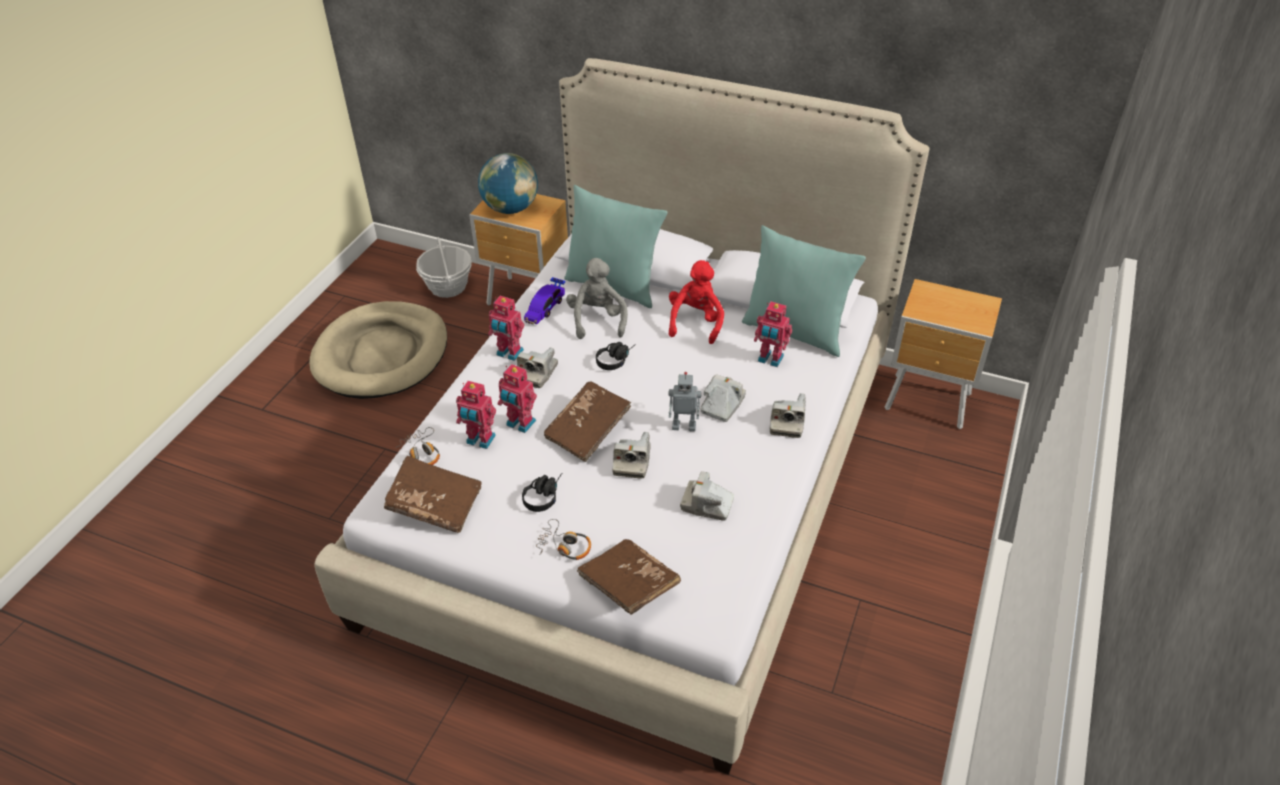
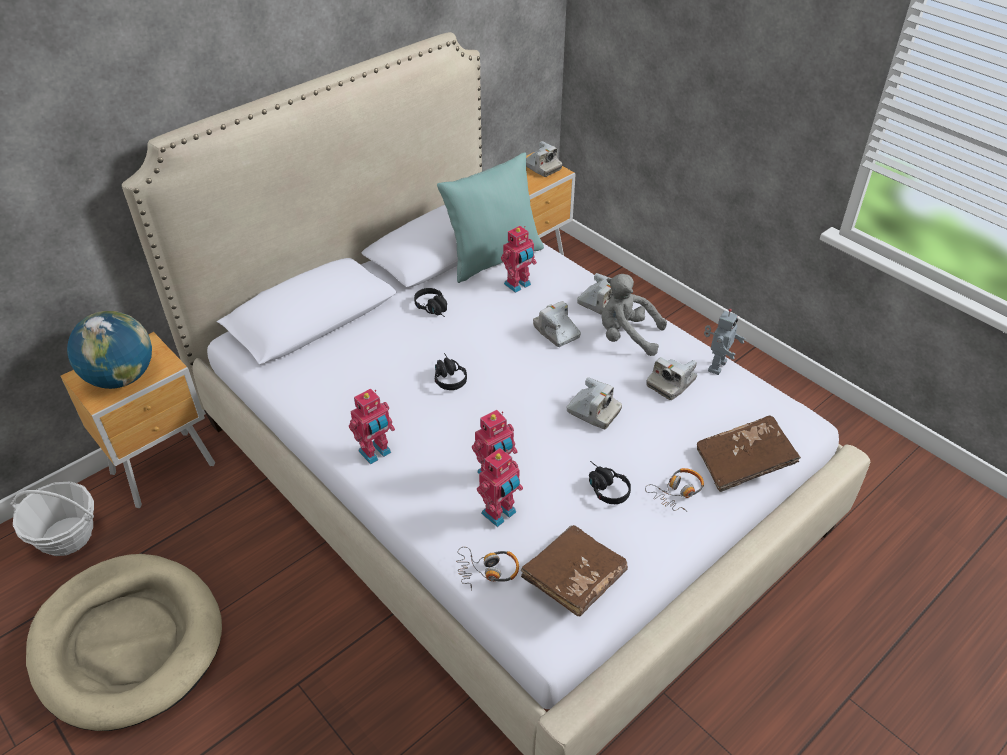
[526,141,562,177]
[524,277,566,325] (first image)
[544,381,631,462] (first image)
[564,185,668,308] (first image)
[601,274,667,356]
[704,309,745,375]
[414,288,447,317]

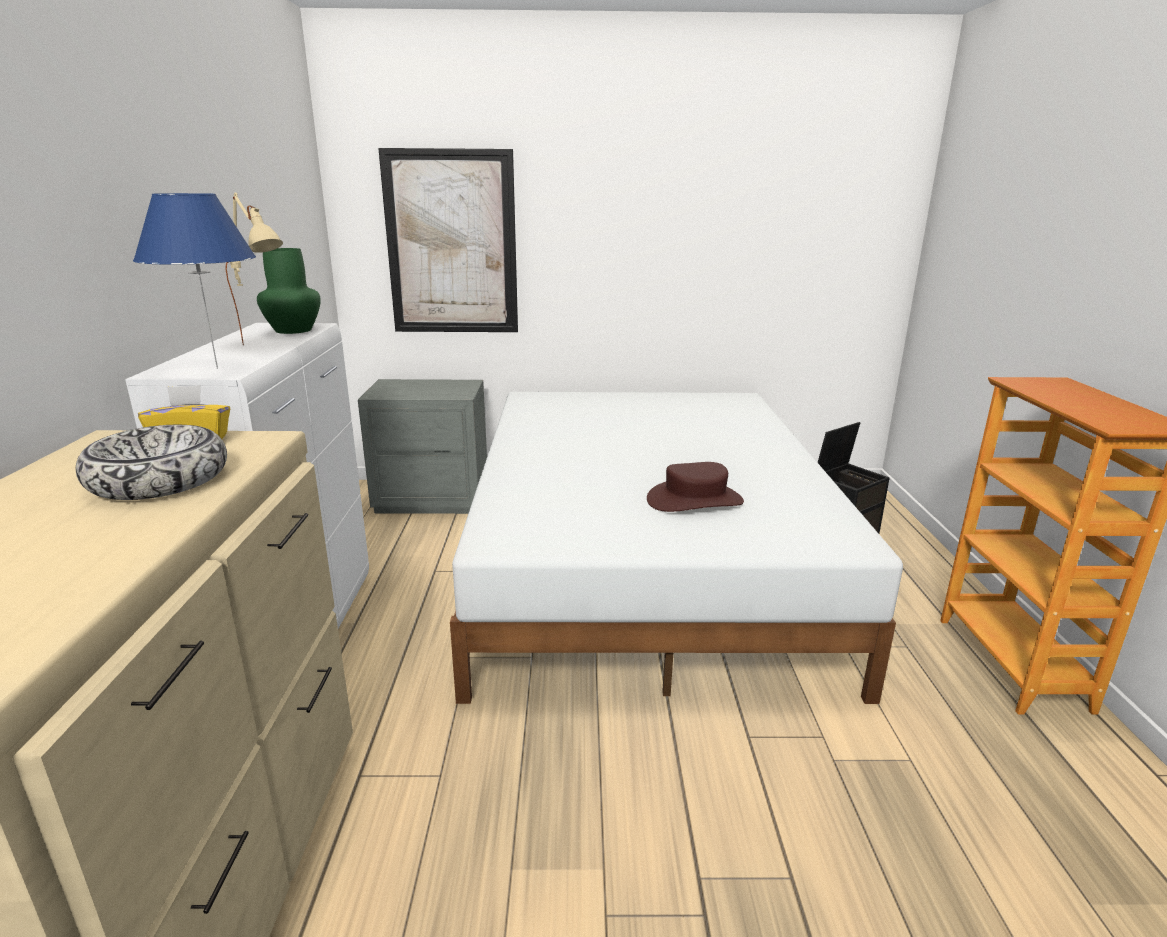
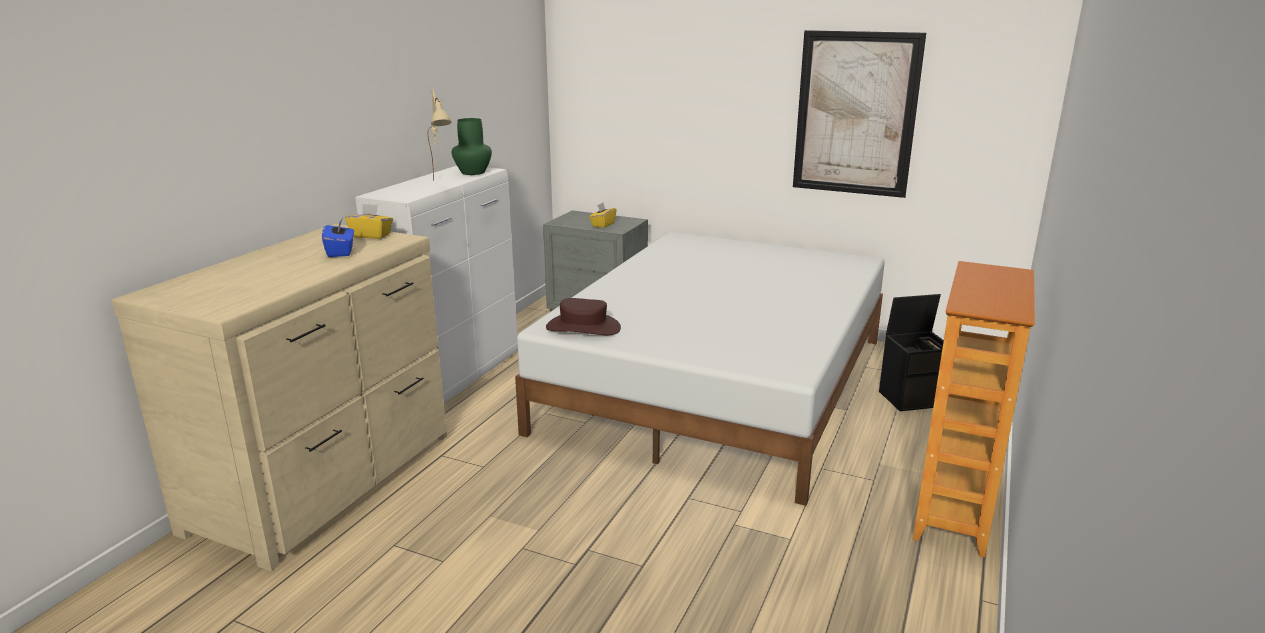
[322,219,354,257]
[133,193,256,369] (first image)
[793,30,926,198]
[546,298,621,335]
[589,202,617,228]

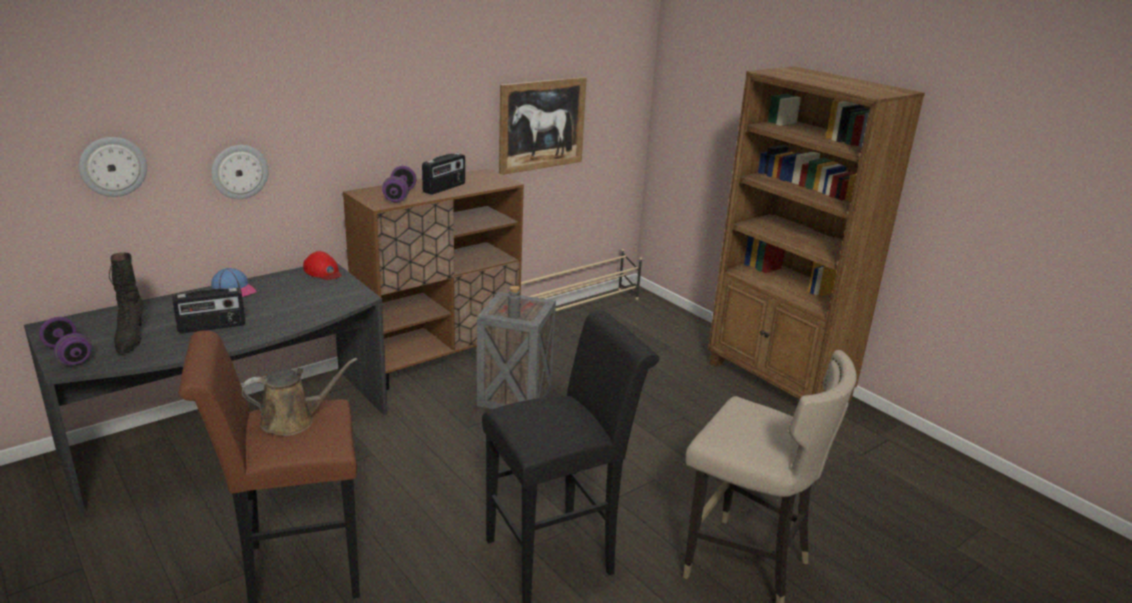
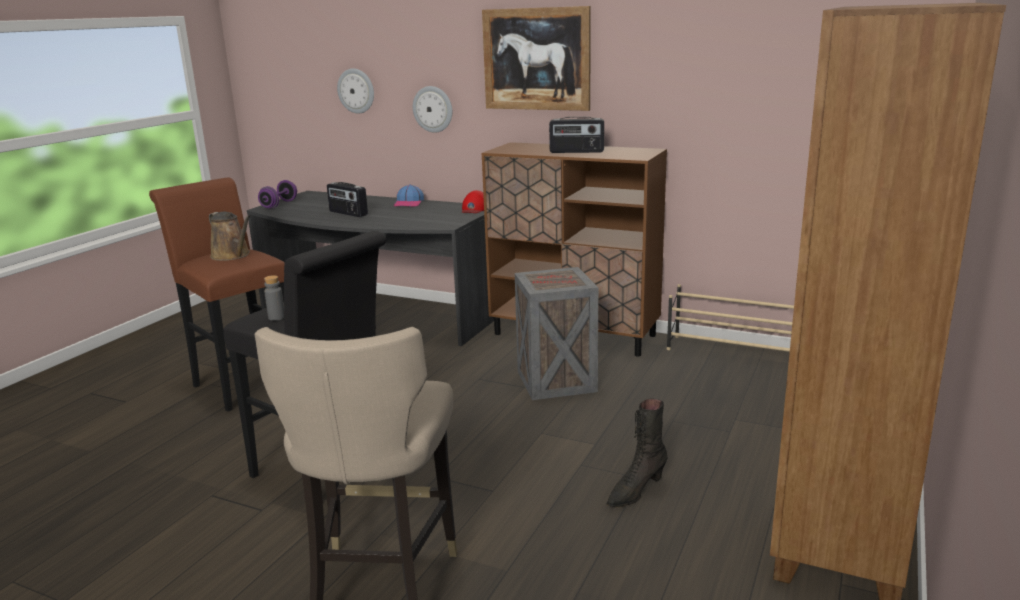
[606,398,667,507]
[382,166,416,202] (first image)
[482,6,591,111]
[264,275,284,321]

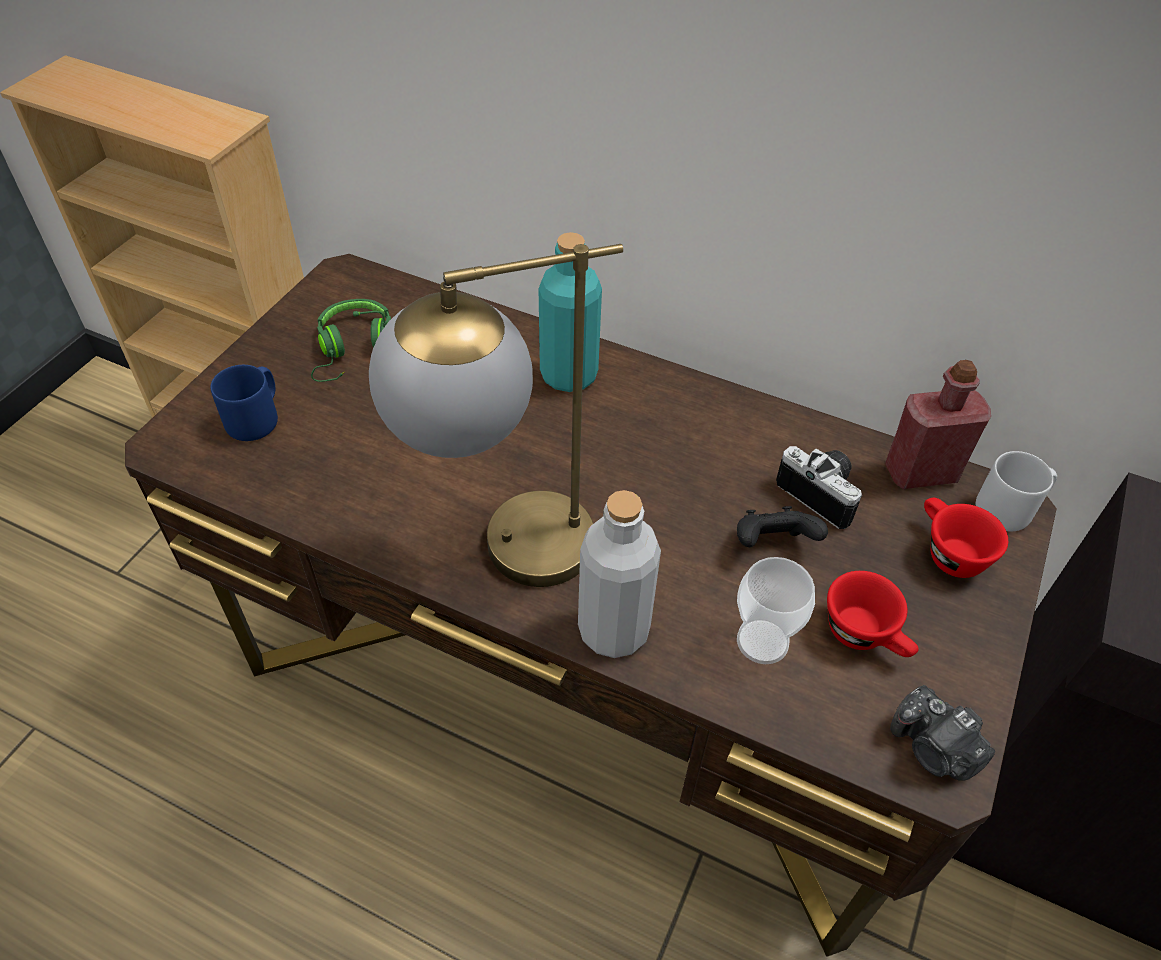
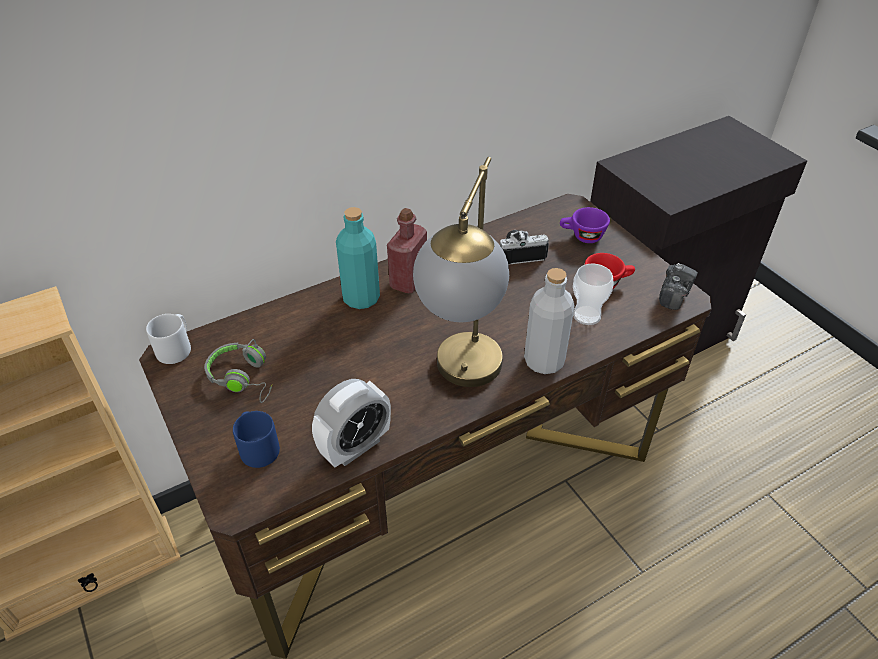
[204,339,272,403]
[737,506,828,547] (first image)
[387,208,427,293]
[659,263,698,310]
[560,207,610,243]
[146,314,191,364]
[312,379,391,468]

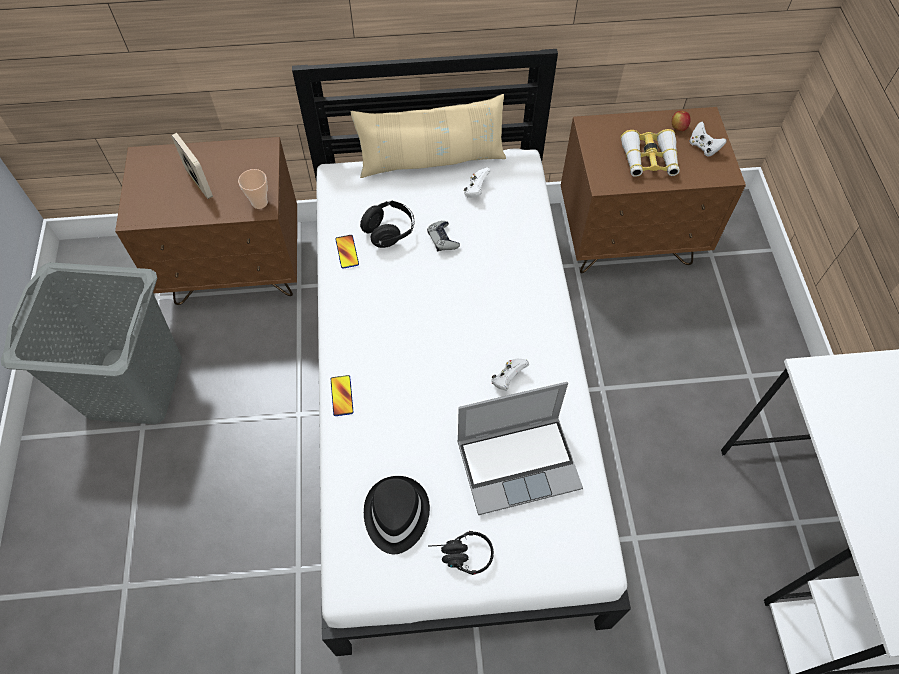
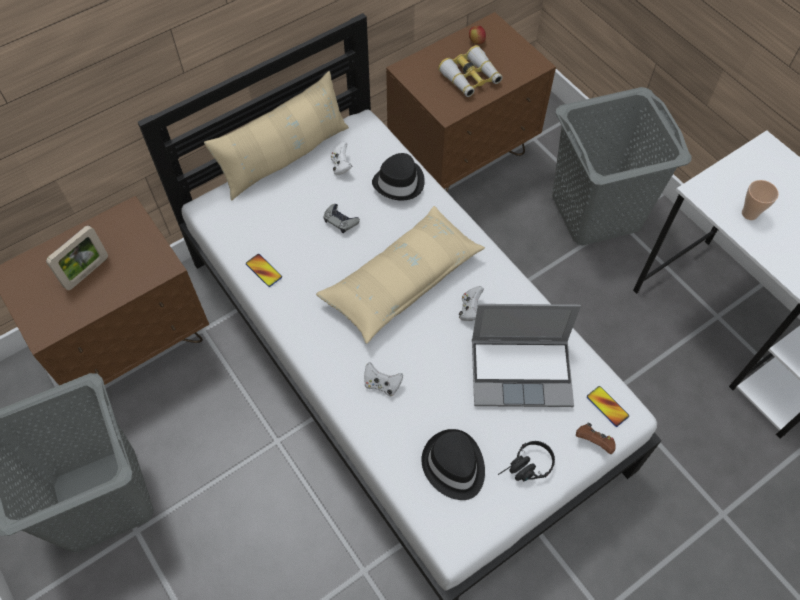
[46,225,108,290]
[742,180,779,220]
[587,386,629,427]
[360,201,414,248] (first image)
[472,304,581,407]
[364,362,403,396]
[316,206,485,344]
[372,153,425,201]
[552,87,691,245]
[576,423,616,454]

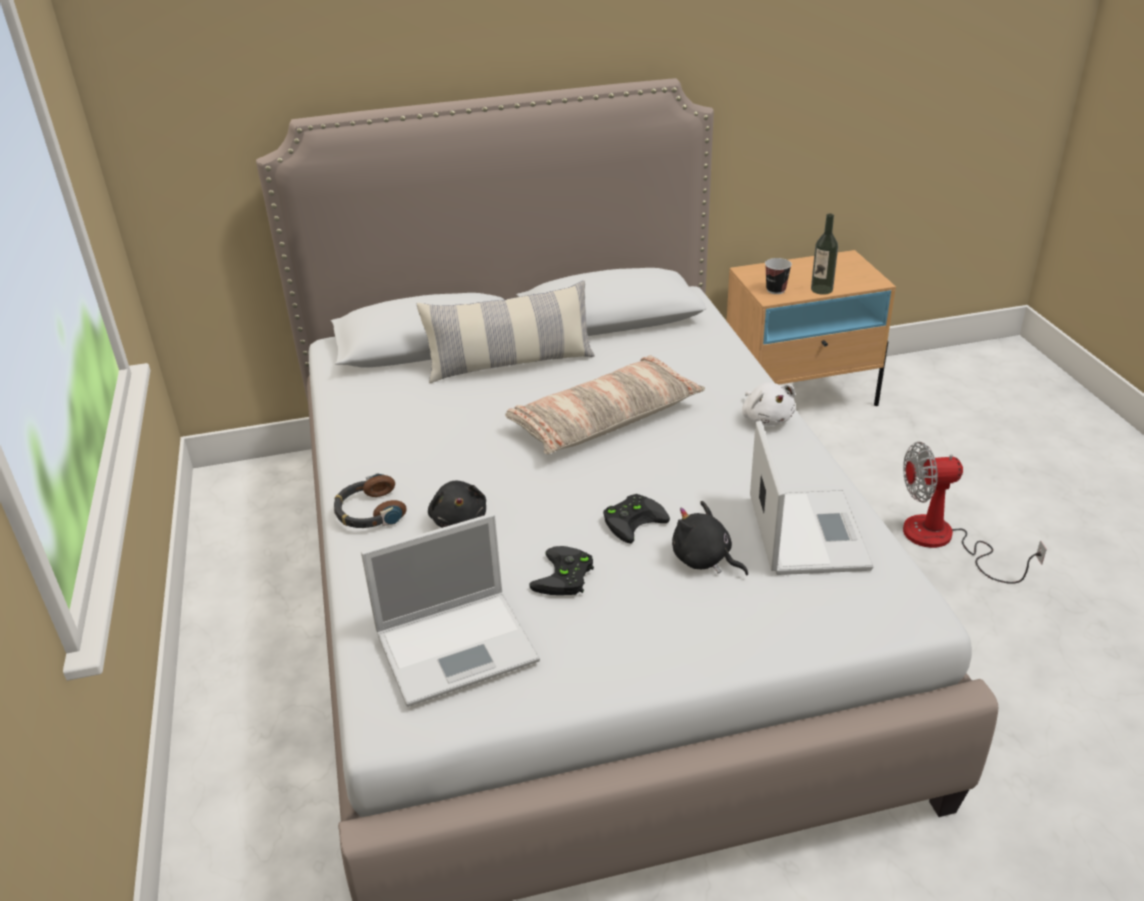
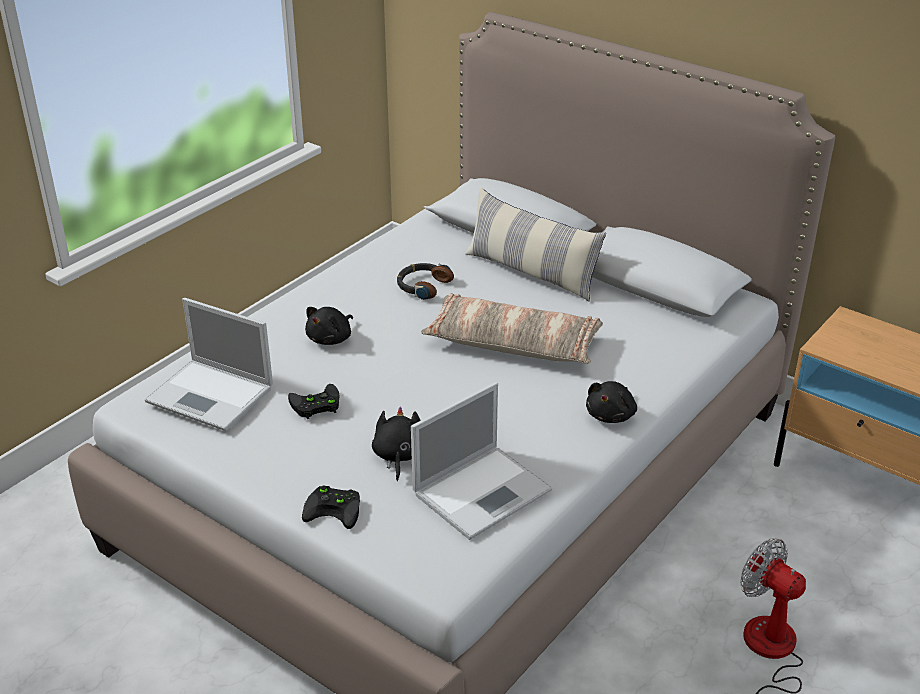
[397,263,454,300]
[302,485,360,529]
[586,381,637,423]
[765,258,792,294] (first image)
[811,213,838,295] (first image)

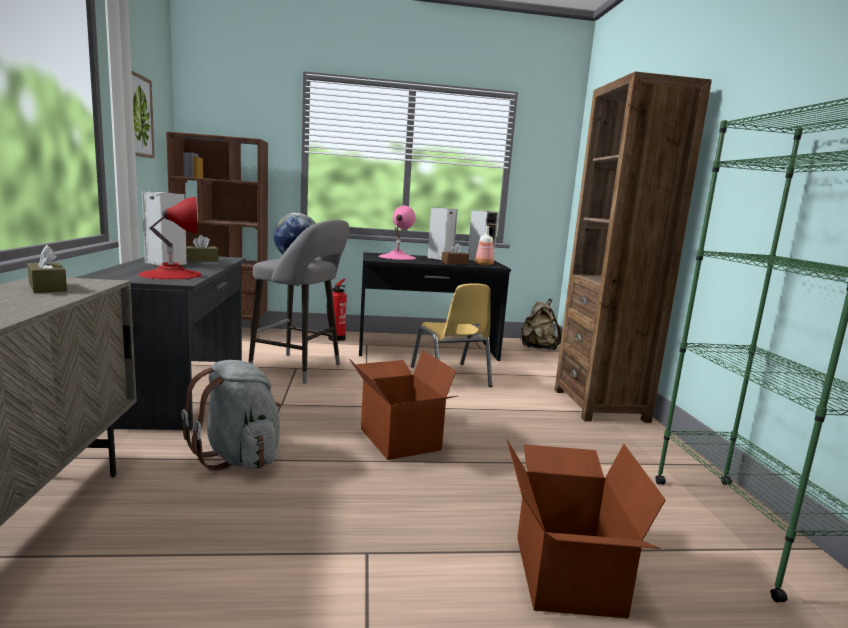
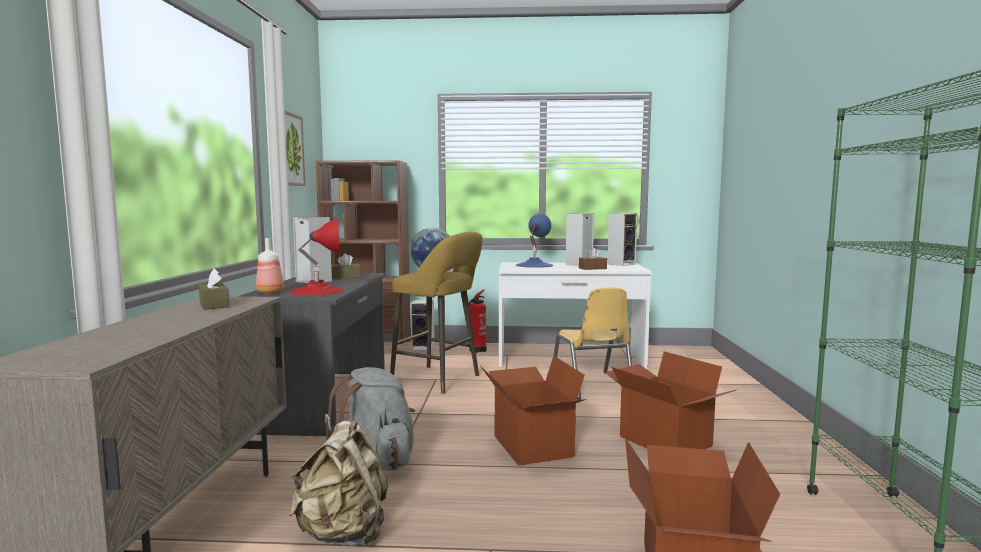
[390,232,483,394]
[499,262,652,369]
[516,214,553,268]
[256,238,284,293]
[289,421,388,546]
[555,71,712,423] (first image)
[410,300,435,351]
[605,352,736,449]

